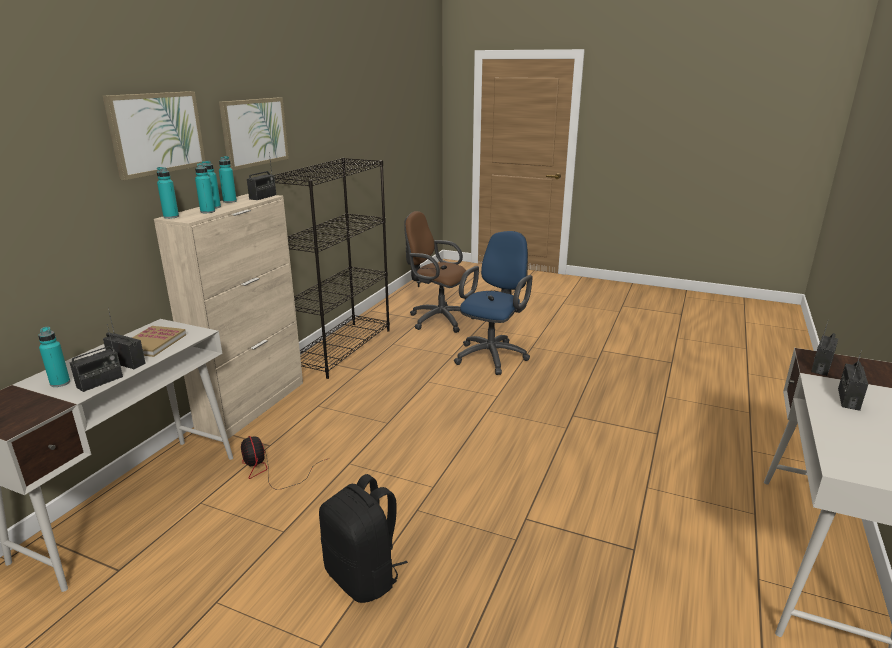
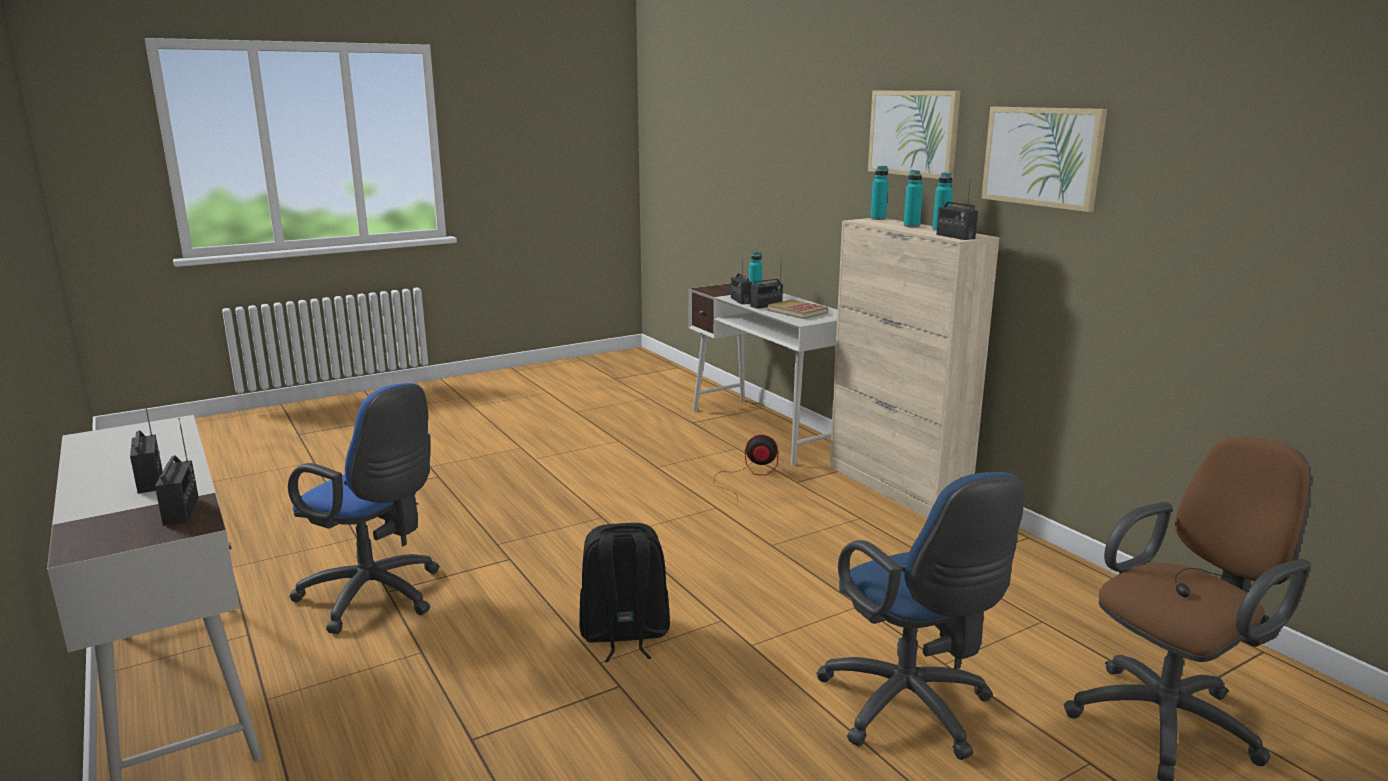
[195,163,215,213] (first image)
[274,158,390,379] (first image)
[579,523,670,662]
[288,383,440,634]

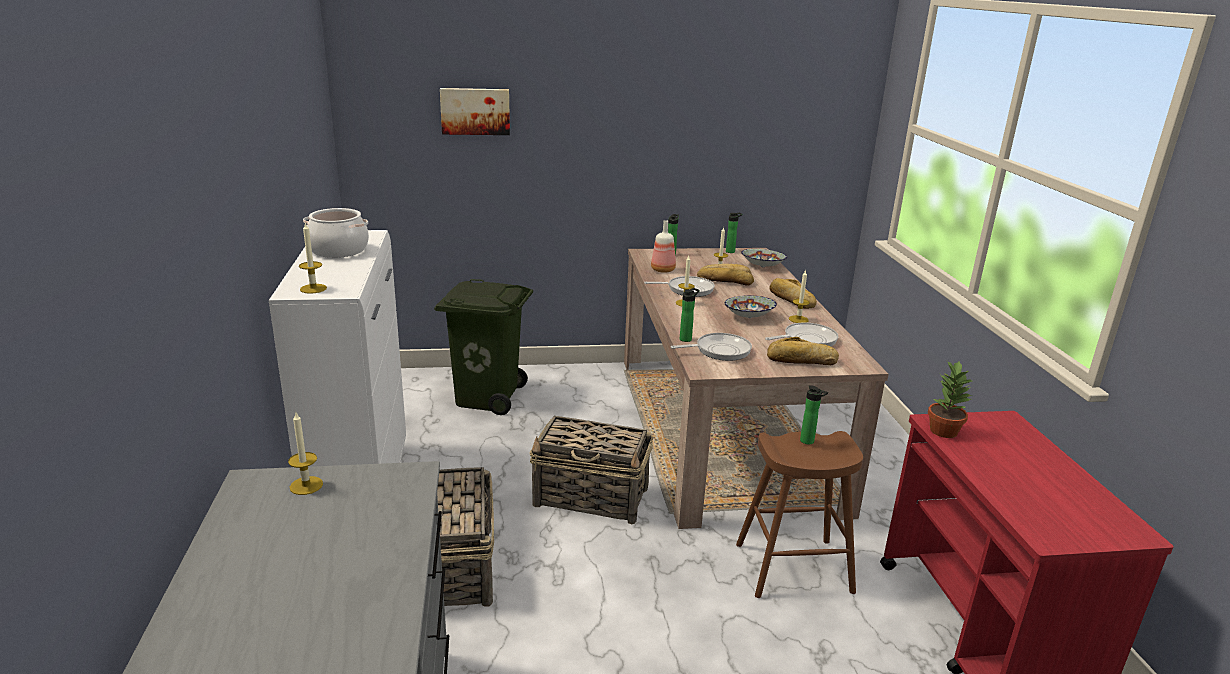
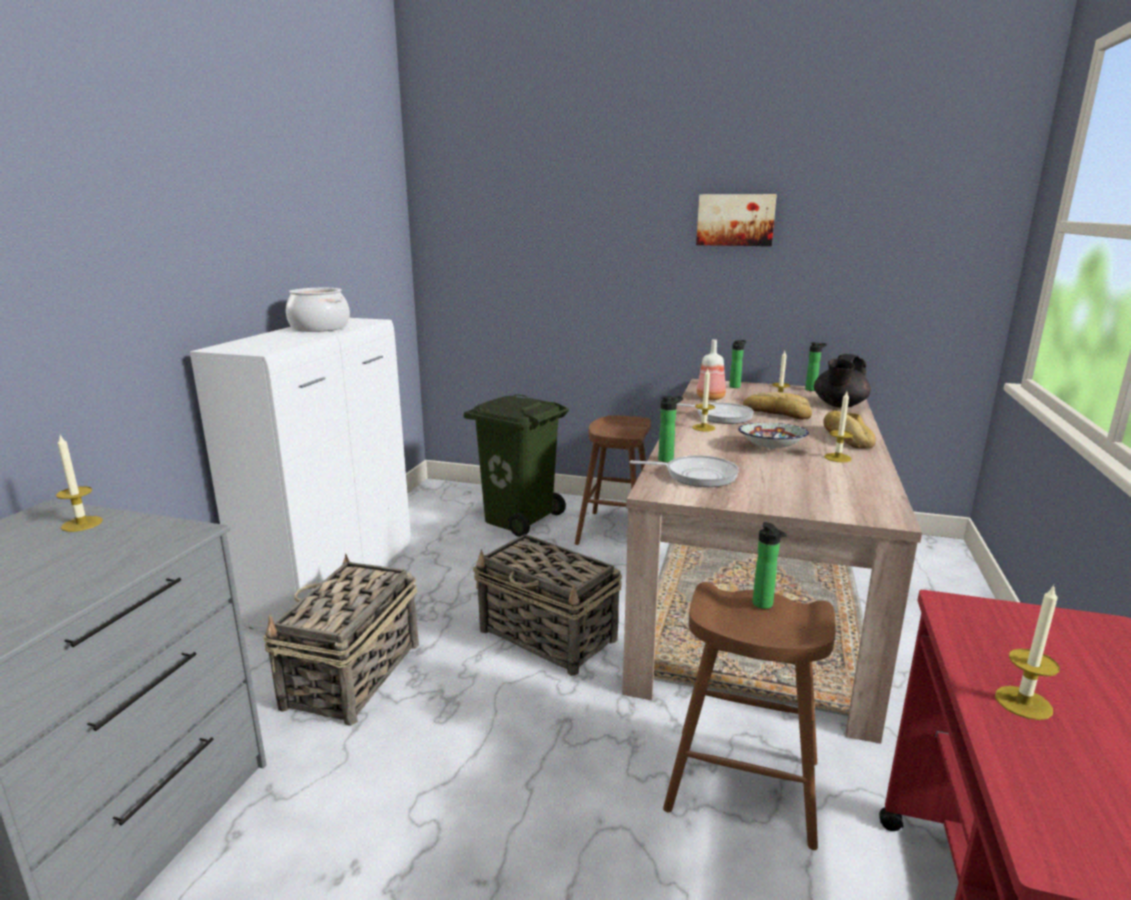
[995,584,1060,720]
[696,194,777,246]
[814,354,871,408]
[765,323,839,346] (first image)
[767,337,839,365] (first image)
[928,361,972,438] (first image)
[575,415,651,545]

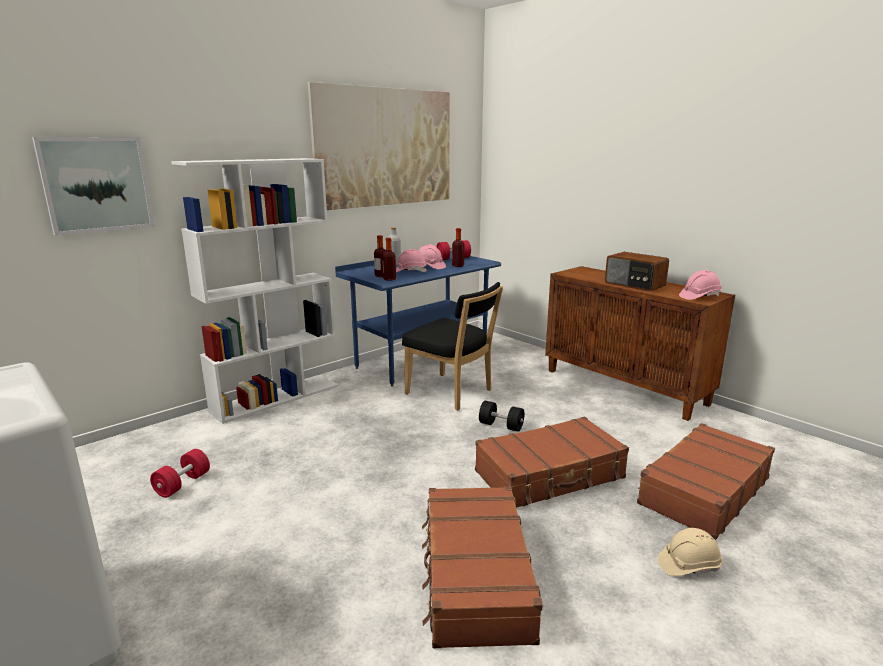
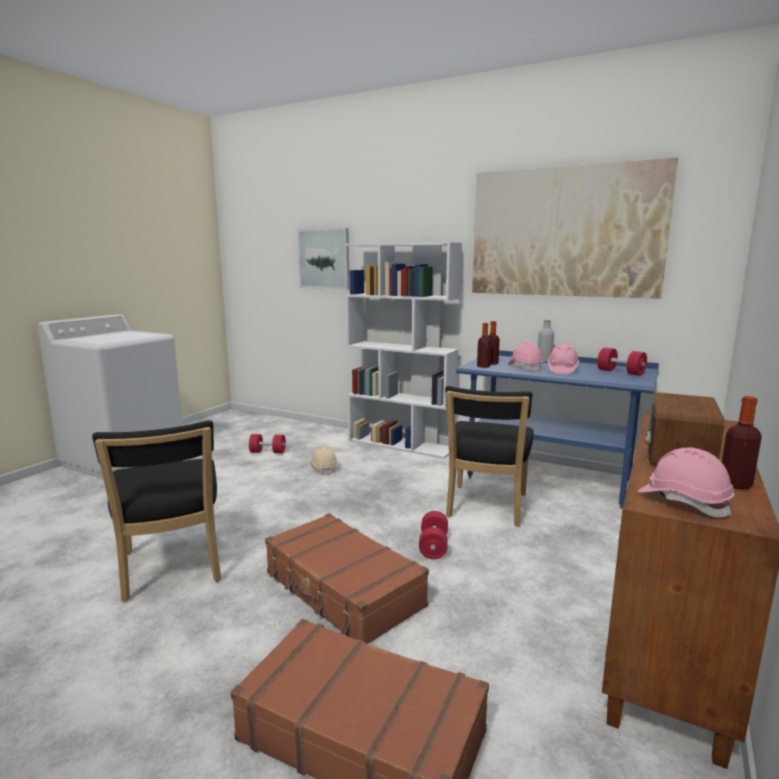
[92,421,221,601]
[722,396,762,489]
[419,511,448,559]
[310,447,338,475]

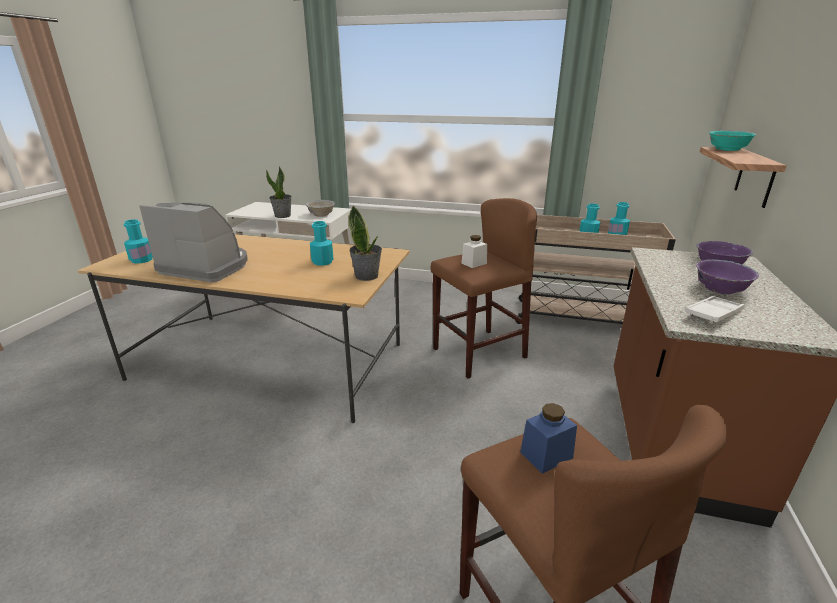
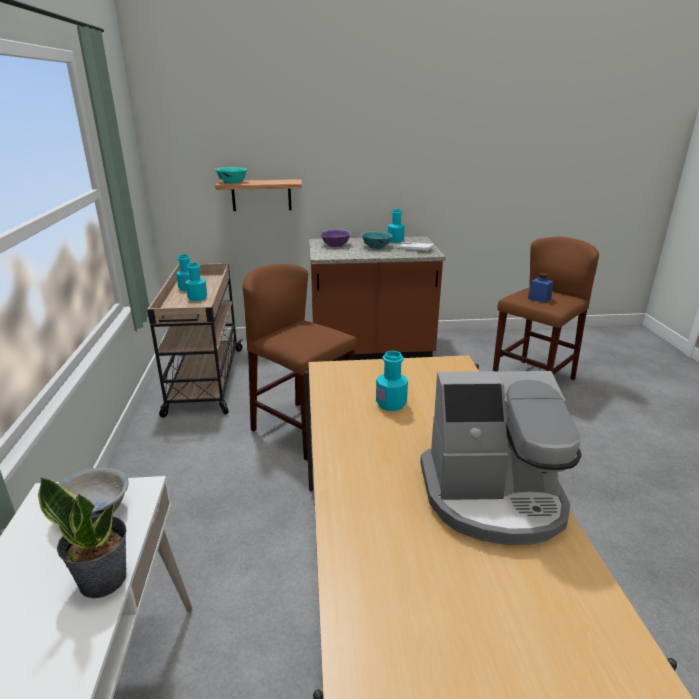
[388,209,405,243]
[420,371,582,545]
[348,206,382,281] (first image)
[461,235,487,268] (first image)
[361,231,393,249]

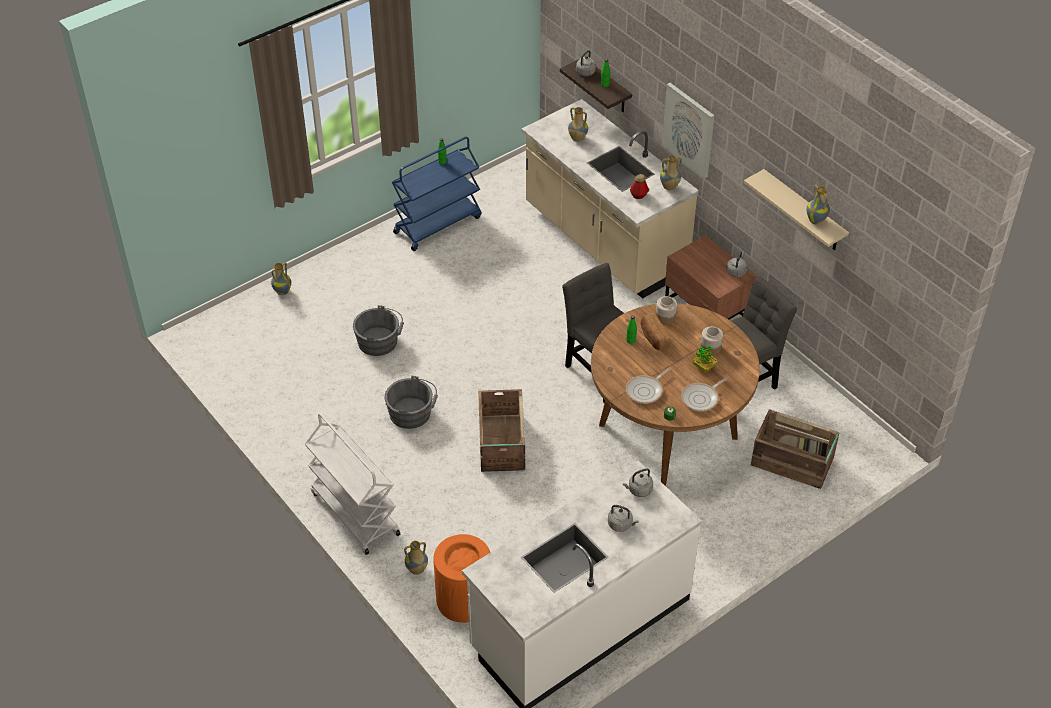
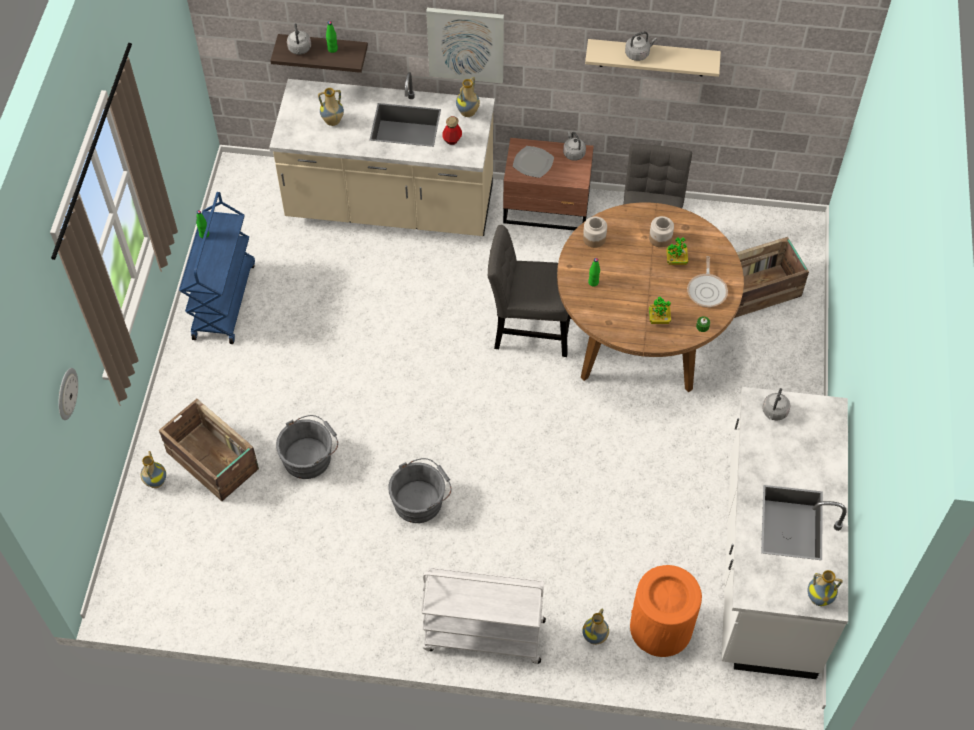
[159,399,259,501]
[625,32,657,61]
[649,297,671,324]
[641,313,670,350] (first image)
[808,570,843,606]
[58,368,78,420]
[513,146,554,178]

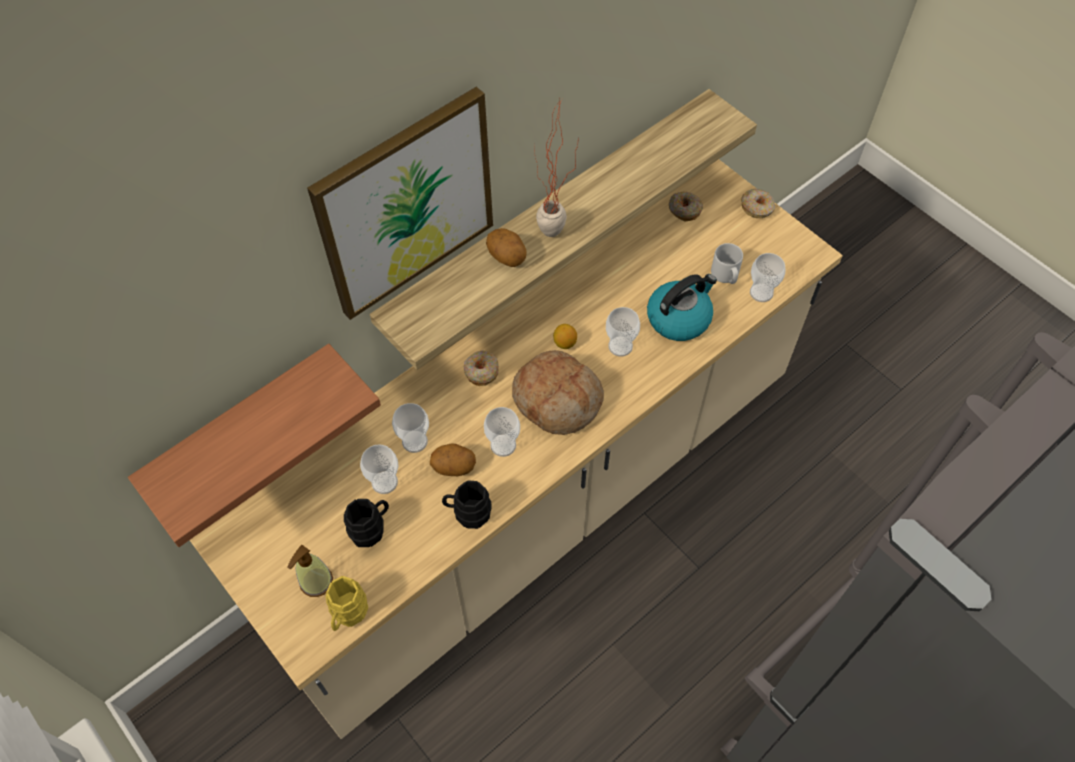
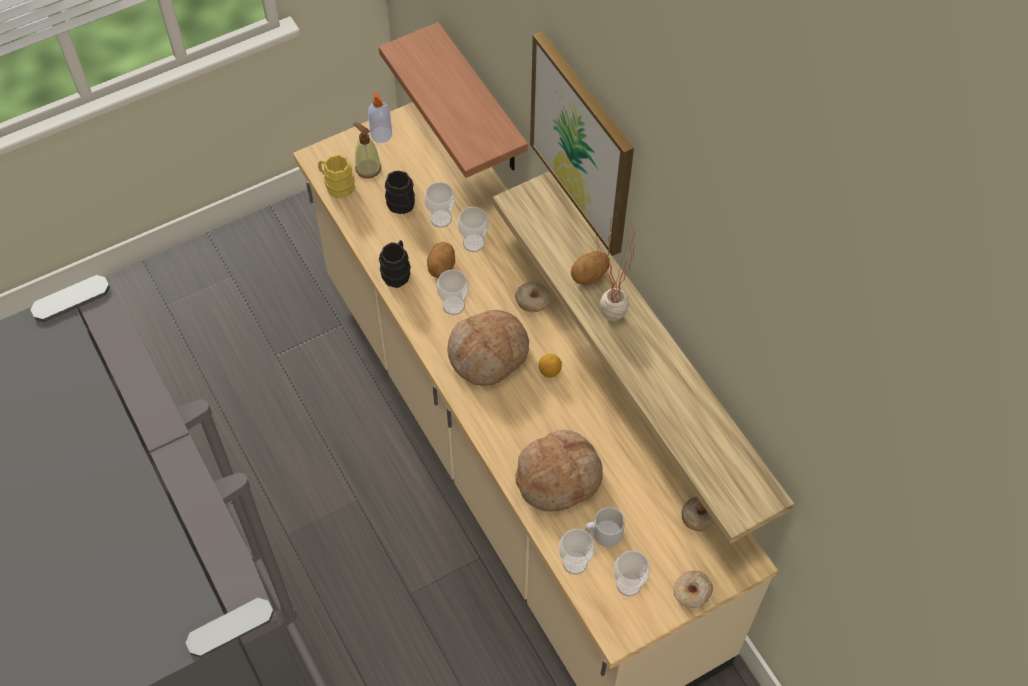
[614,551,650,596]
[515,430,603,511]
[368,93,392,143]

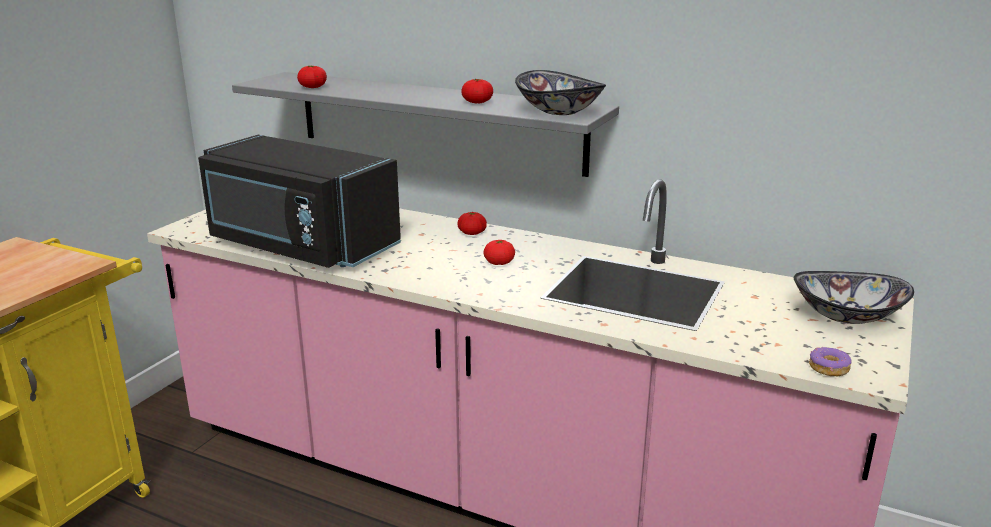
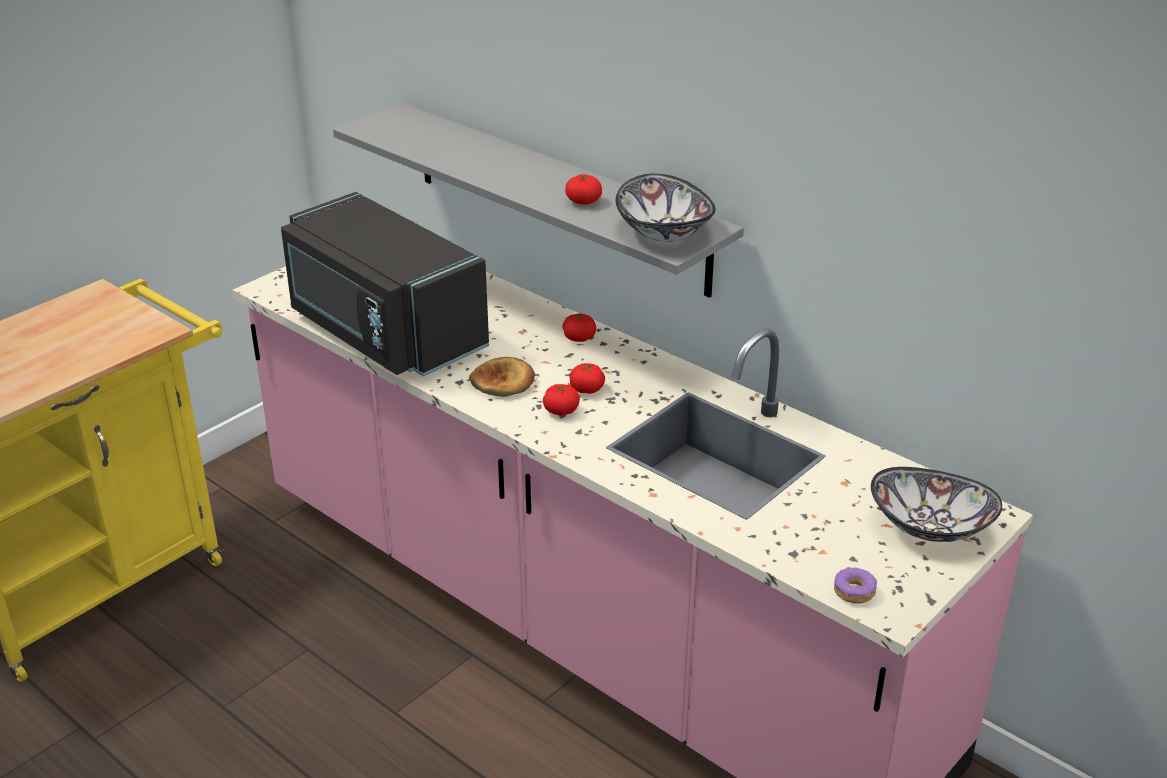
[543,384,580,416]
[469,357,535,397]

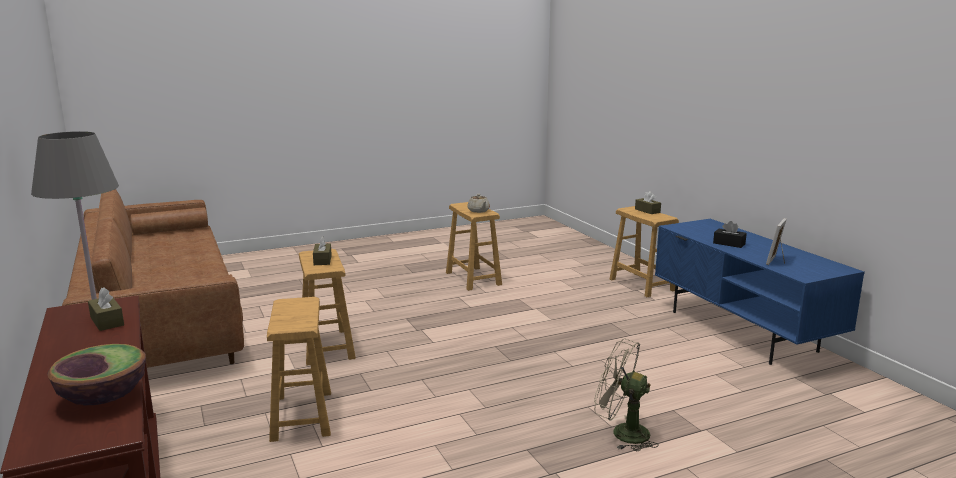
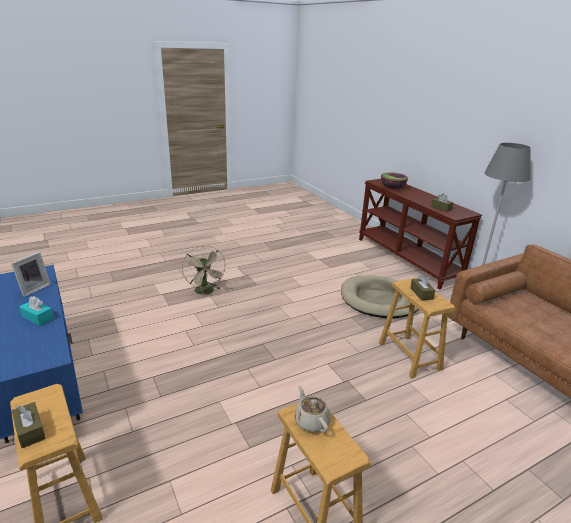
[341,275,418,318]
[182,246,226,296]
[19,296,54,326]

